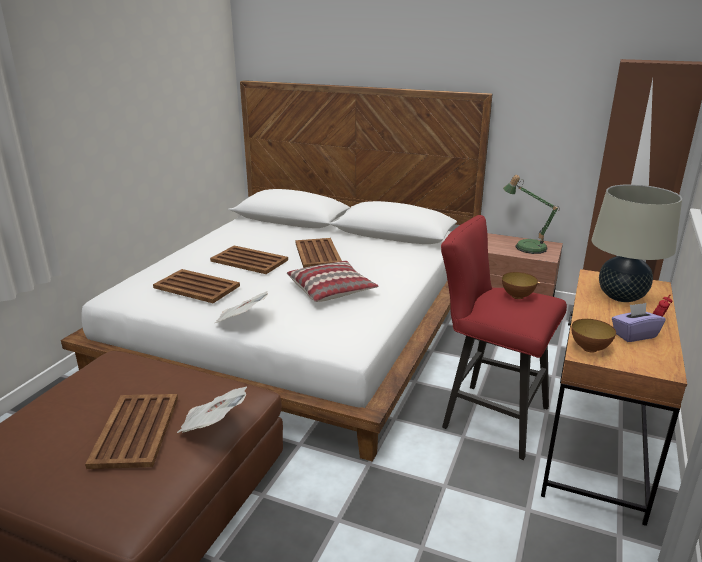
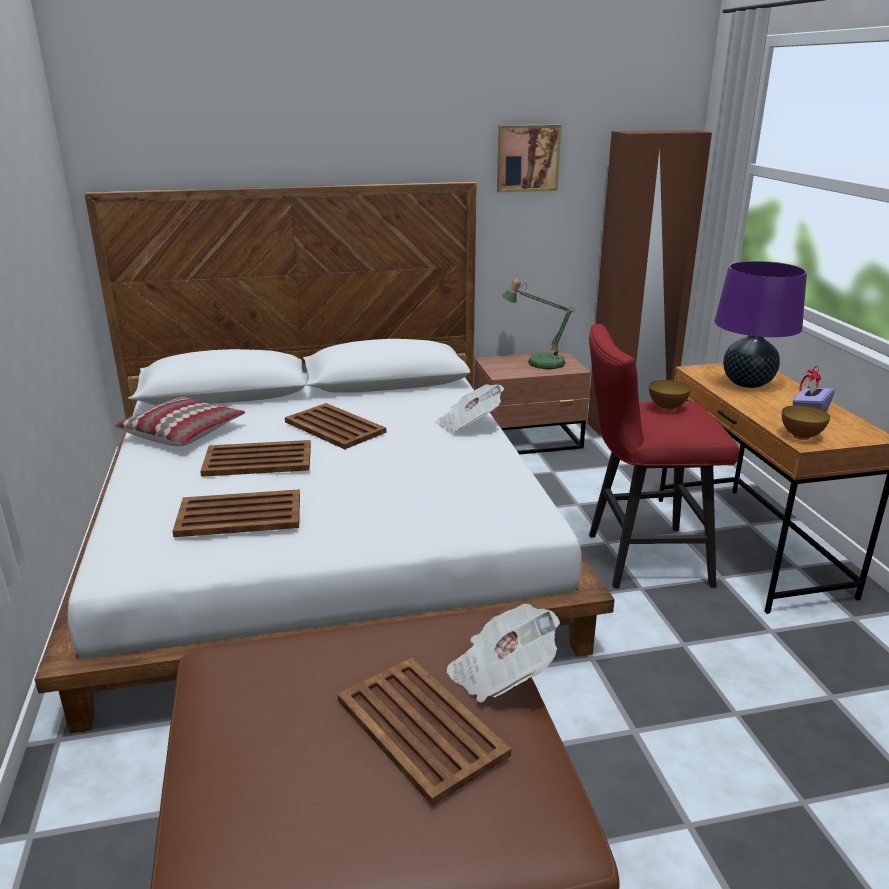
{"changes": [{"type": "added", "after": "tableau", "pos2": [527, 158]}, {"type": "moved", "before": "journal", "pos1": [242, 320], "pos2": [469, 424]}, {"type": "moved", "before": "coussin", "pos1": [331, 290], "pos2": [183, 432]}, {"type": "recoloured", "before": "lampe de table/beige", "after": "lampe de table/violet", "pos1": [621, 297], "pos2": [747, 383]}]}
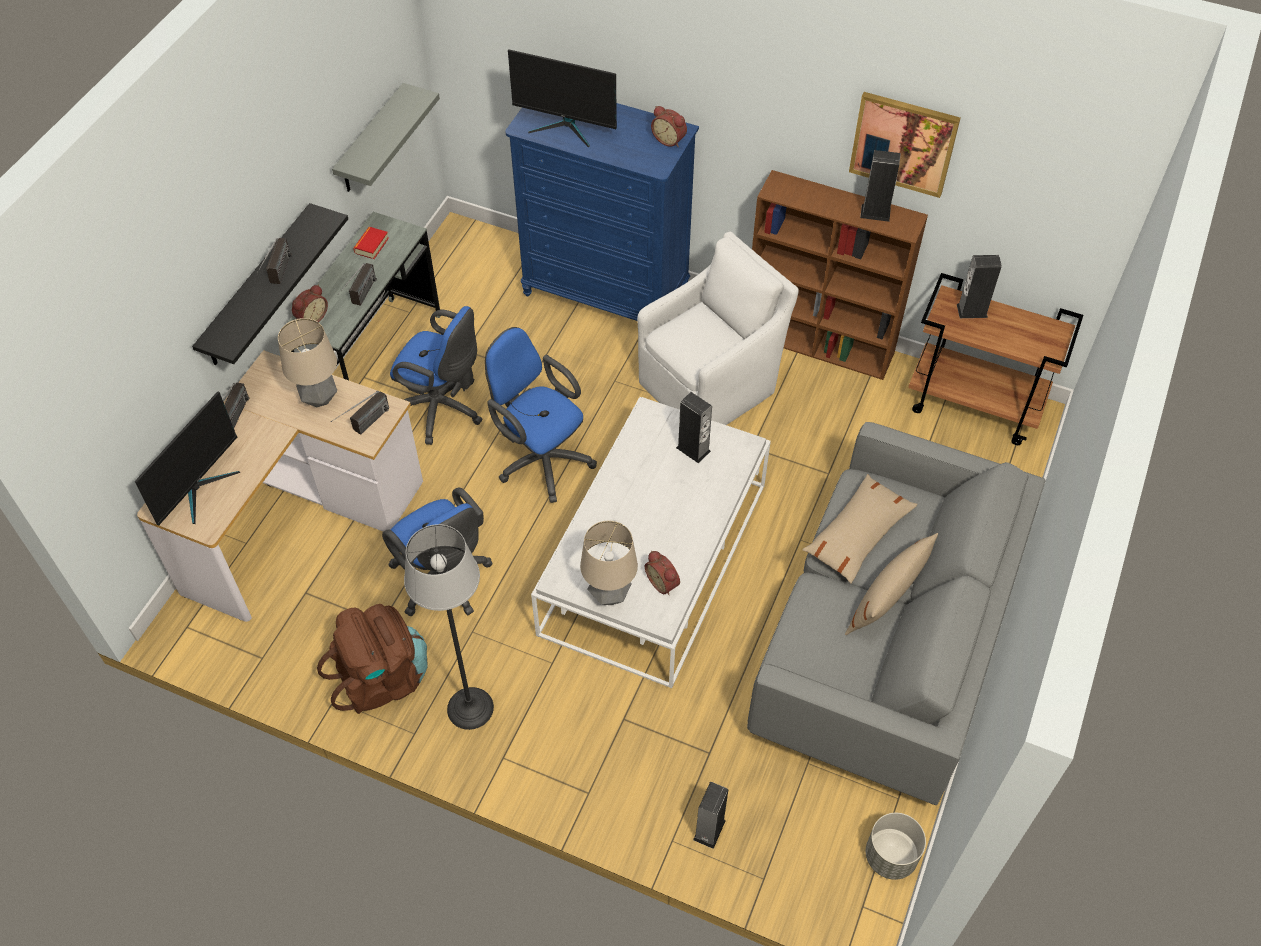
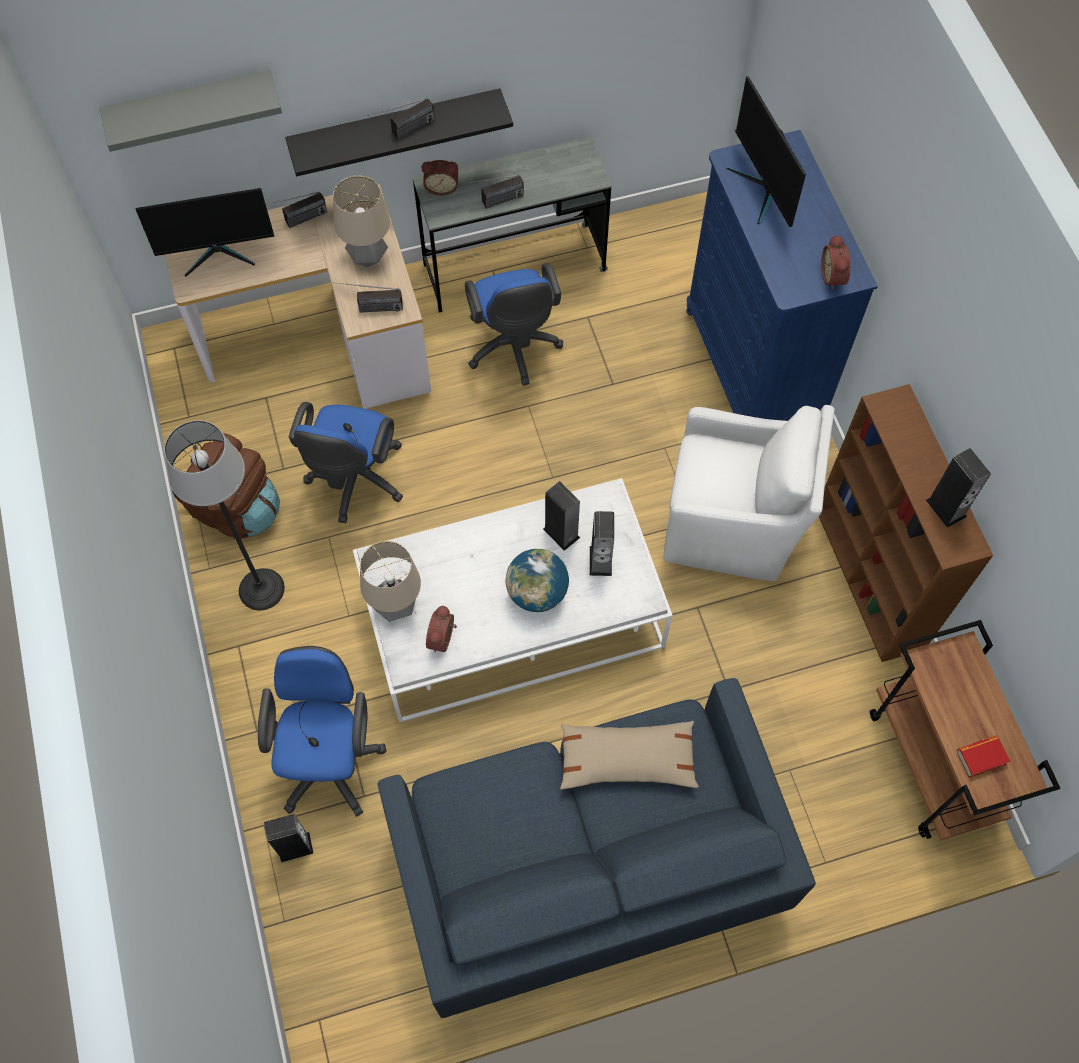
{"changes": [{"type": "removed", "before": "coussin/beige", "pos1": [887, 598]}, {"type": "removed", "before": "tableau", "pos1": [903, 143]}, {"type": "removed", "before": "cache-pot/gris", "pos1": [890, 857]}, {"type": "added", "after": "globe", "pos2": [537, 593]}, {"type": "moved", "before": "étagère/gris", "pos1": [371, 141], "pos2": [191, 106]}, {"type": "moved", "before": "livre", "pos1": [371, 245], "pos2": [981, 757]}, {"type": "moved", "before": "chaise de bureau/bleu", "pos1": [541, 459], "pos2": [330, 758]}, {"type": "moved", "before": "enceinte", "pos1": [972, 311], "pos2": [561, 533]}, {"type": "recoloured", "before": "canapé/gris", "after": "canapé/bleu", "pos1": [882, 644], "pos2": [586, 863]}]}
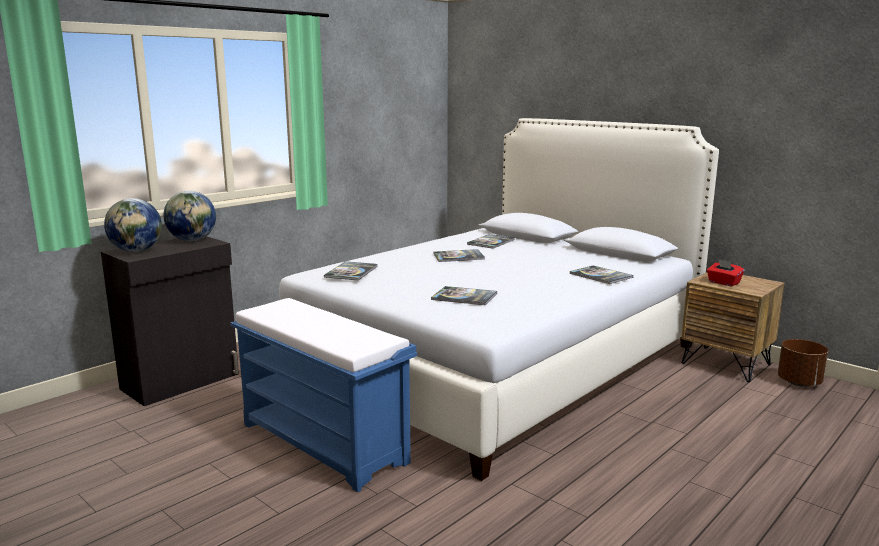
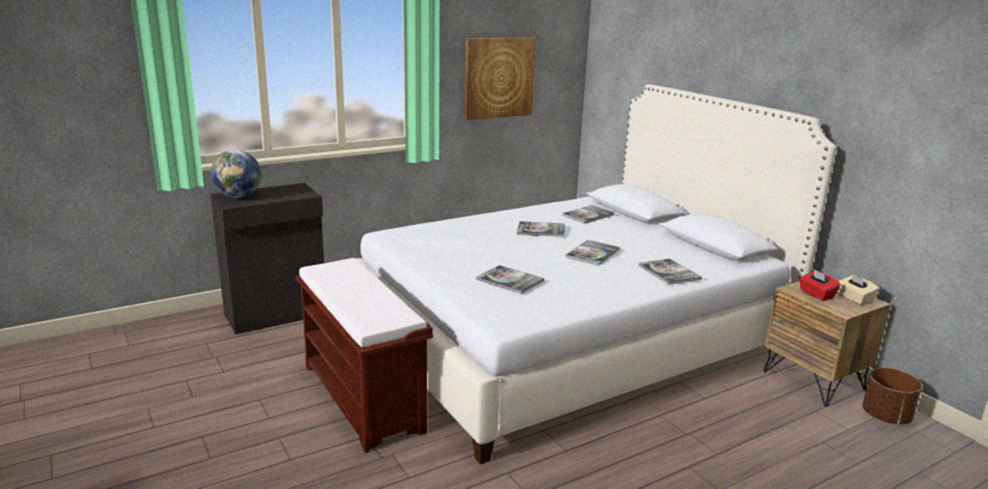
{"changes": [{"type": "removed", "before": "globe", "pos1": [192, 240]}, {"type": "added", "after": "tableau", "pos2": [498, 77]}, {"type": "added", "after": "boîte à mouchoirs/beige", "pos2": [854, 299]}, {"type": "moved", "before": "livre", "pos1": [351, 272], "pos2": [593, 253]}, {"type": "recoloured", "before": "banc/bleu", "after": "banc/marron", "pos1": [325, 443], "pos2": [364, 398]}]}
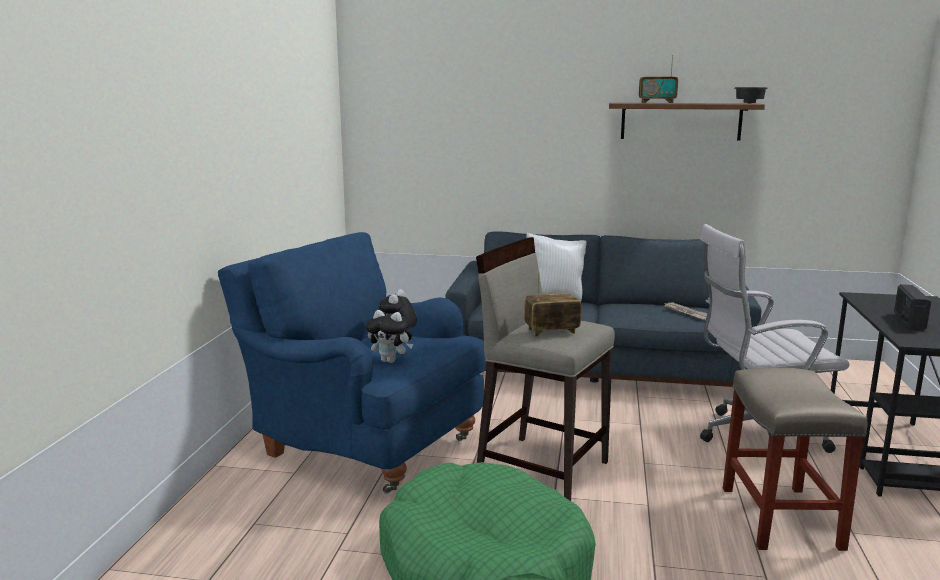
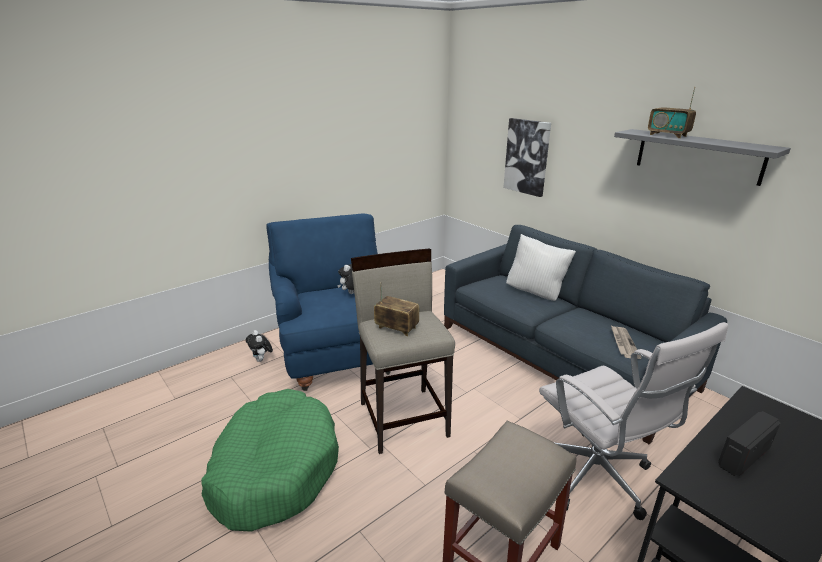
{"changes": [{"type": "removed", "before": "bol/noir", "pos1": [750, 103]}, {"type": "added", "after": "tableau", "pos2": [527, 157]}, {"type": "moved", "before": "peluche", "pos1": [390, 361], "pos2": [261, 360]}, {"type": "recoloured", "before": "étagère/marron", "after": "étagère/gris", "pos1": [681, 121], "pos2": [698, 156]}, {"type": "turned", "before": "chaise de bureau/blanc", "pos1": [755, 438], "pos2": [597, 479], "turn": -150}]}
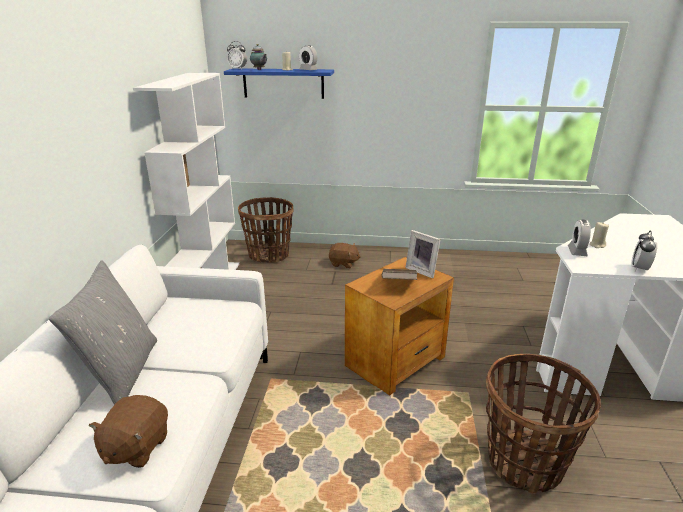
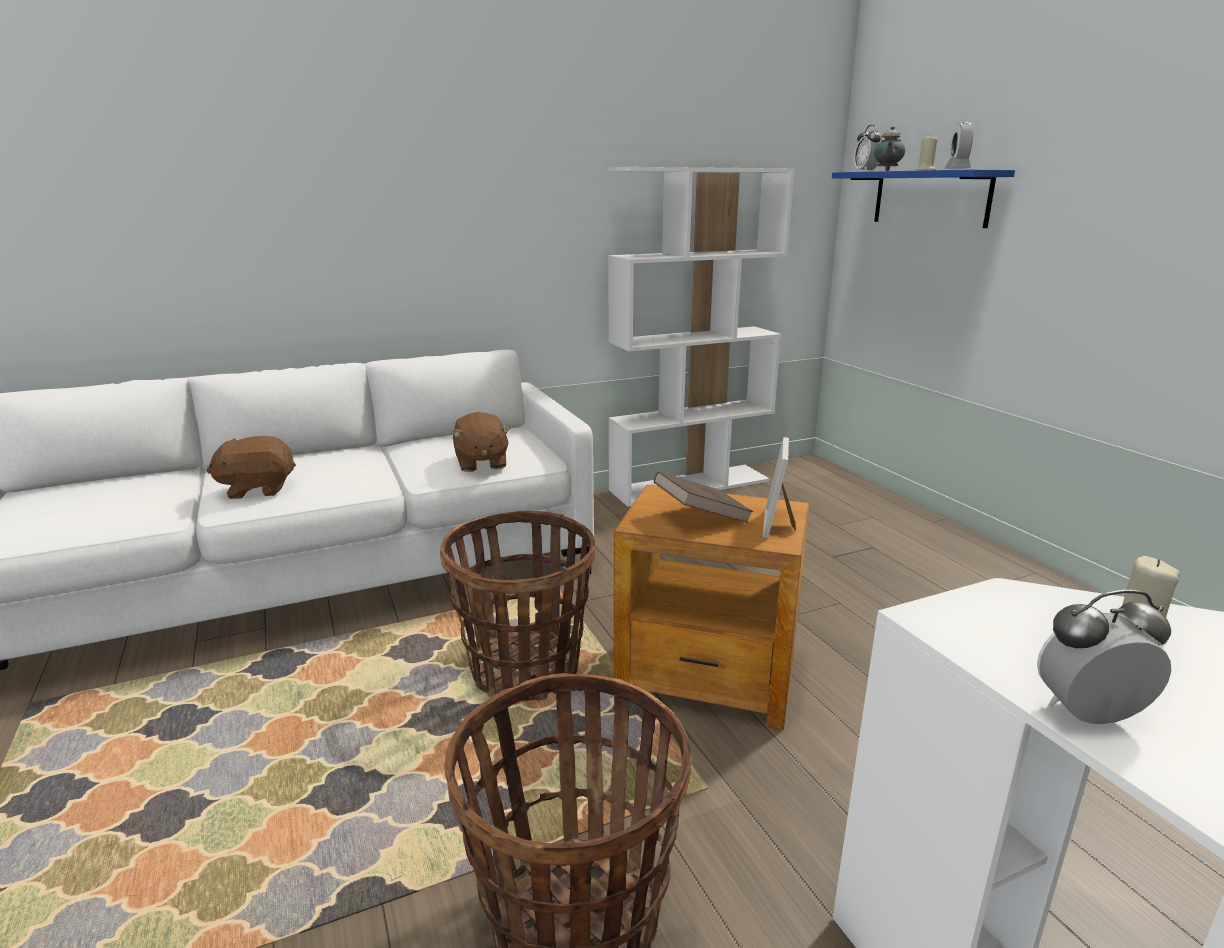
{"changes": [{"type": "removed", "before": "coussin/gris", "pos1": [122, 373]}, {"type": "removed", "before": "réveil", "pos1": [577, 251]}, {"type": "moved", "before": "panier", "pos1": [269, 255], "pos2": [525, 669]}, {"type": "moved", "before": "peluche/marron", "pos1": [343, 264], "pos2": [481, 463]}]}
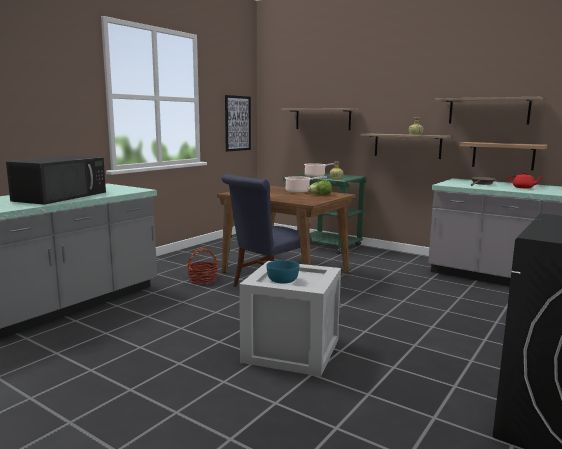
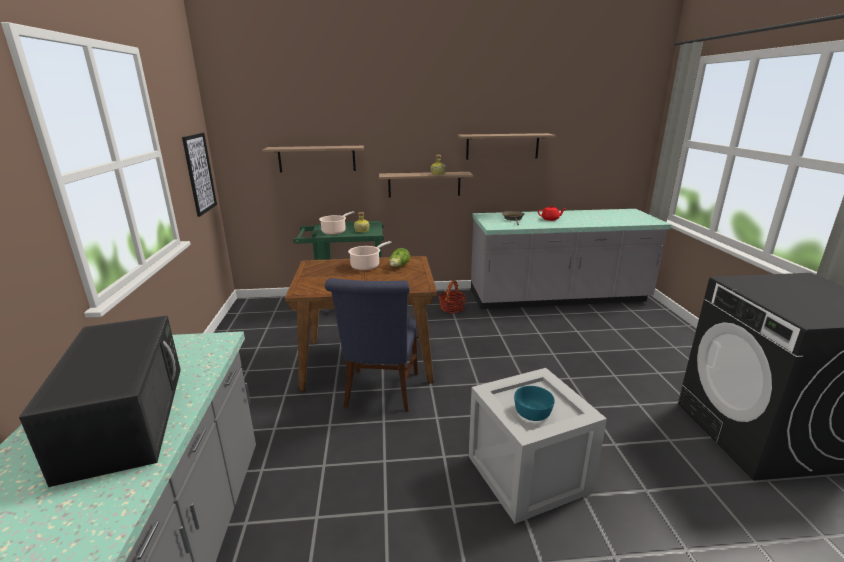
{"changes": [{"type": "removed", "before": "étagère", "pos1": [503, 155]}, {"type": "moved", "before": "panier", "pos1": [203, 280], "pos2": [452, 308]}]}
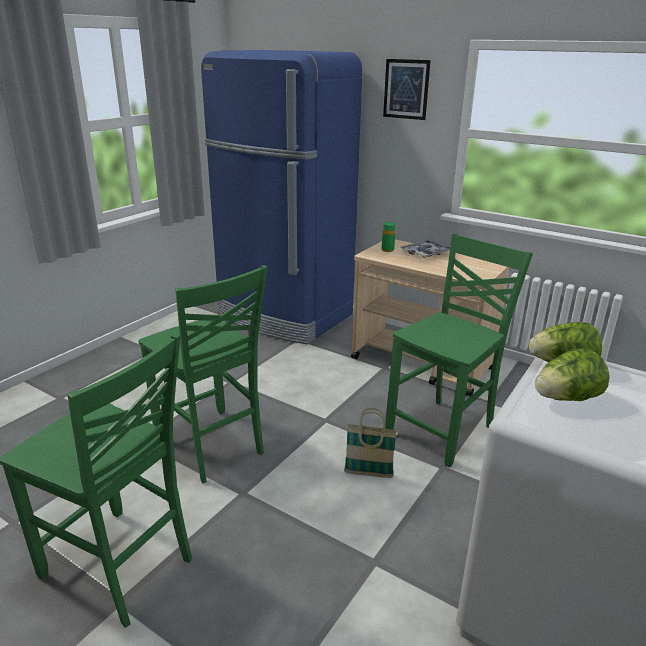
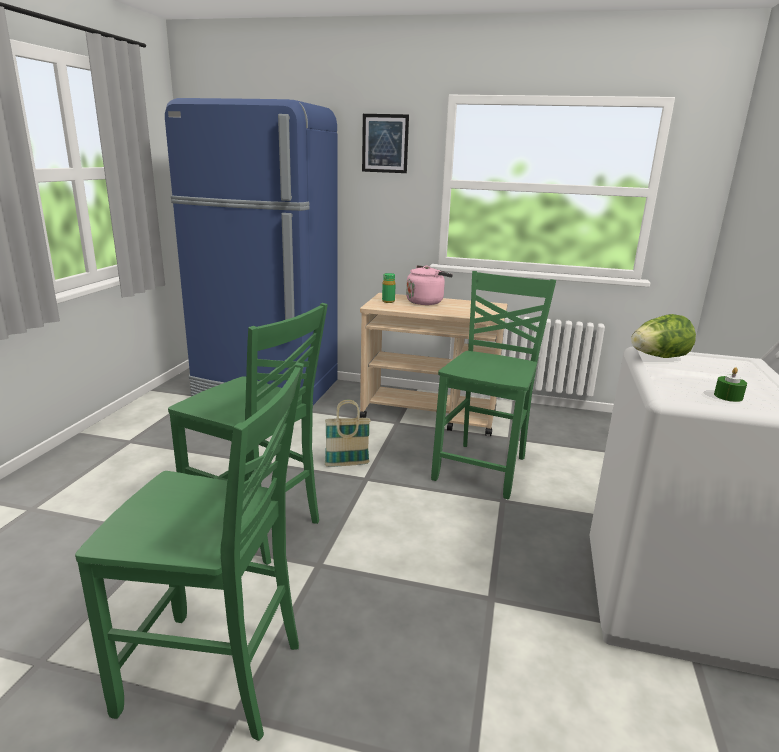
{"changes": [{"type": "removed", "before": "laitue", "pos1": [566, 399]}, {"type": "added", "after": "bougie/vert", "pos2": [728, 396]}, {"type": "moved", "before": "panier", "pos1": [368, 473], "pos2": [347, 464]}, {"type": "replaced", "before": "plateau", "after": "bouilloire/rose", "pos1": [425, 253], "pos2": [426, 302]}]}
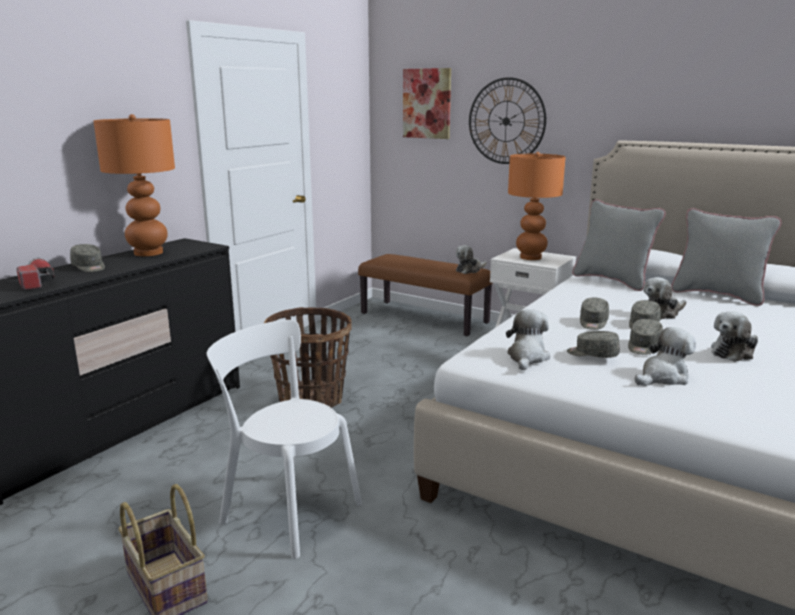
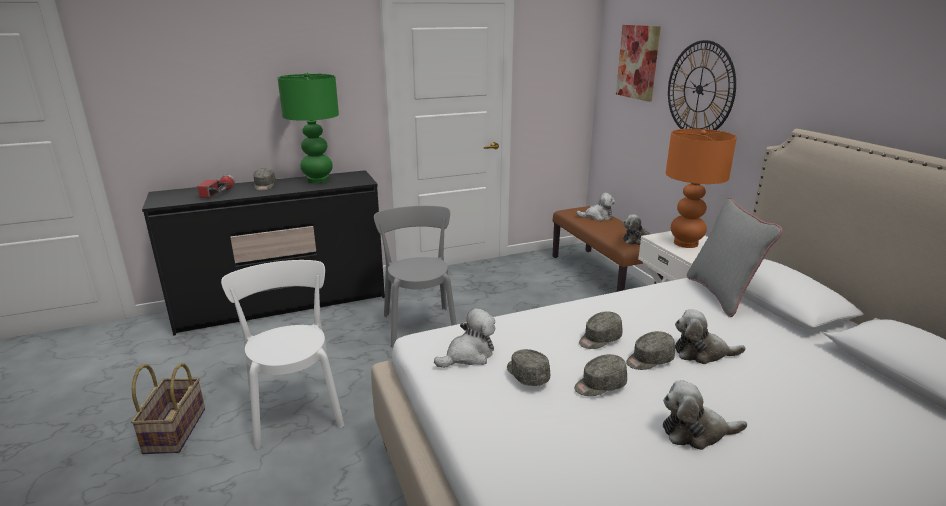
{"changes": [{"type": "removed", "before": "coussin/gris", "pos1": [717, 295]}, {"type": "moved", "before": "peluche", "pos1": [663, 377], "pos2": [597, 216]}, {"type": "replaced", "before": "panier", "after": "chaise/gris", "pos1": [311, 398], "pos2": [419, 324]}, {"type": "recoloured", "before": "lampe de table/orange", "after": "lampe de table/vert", "pos1": [148, 253], "pos2": [318, 180]}]}
